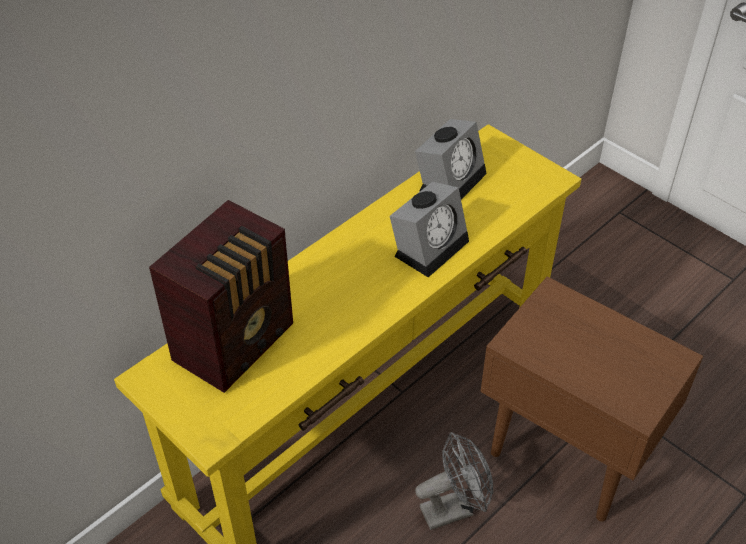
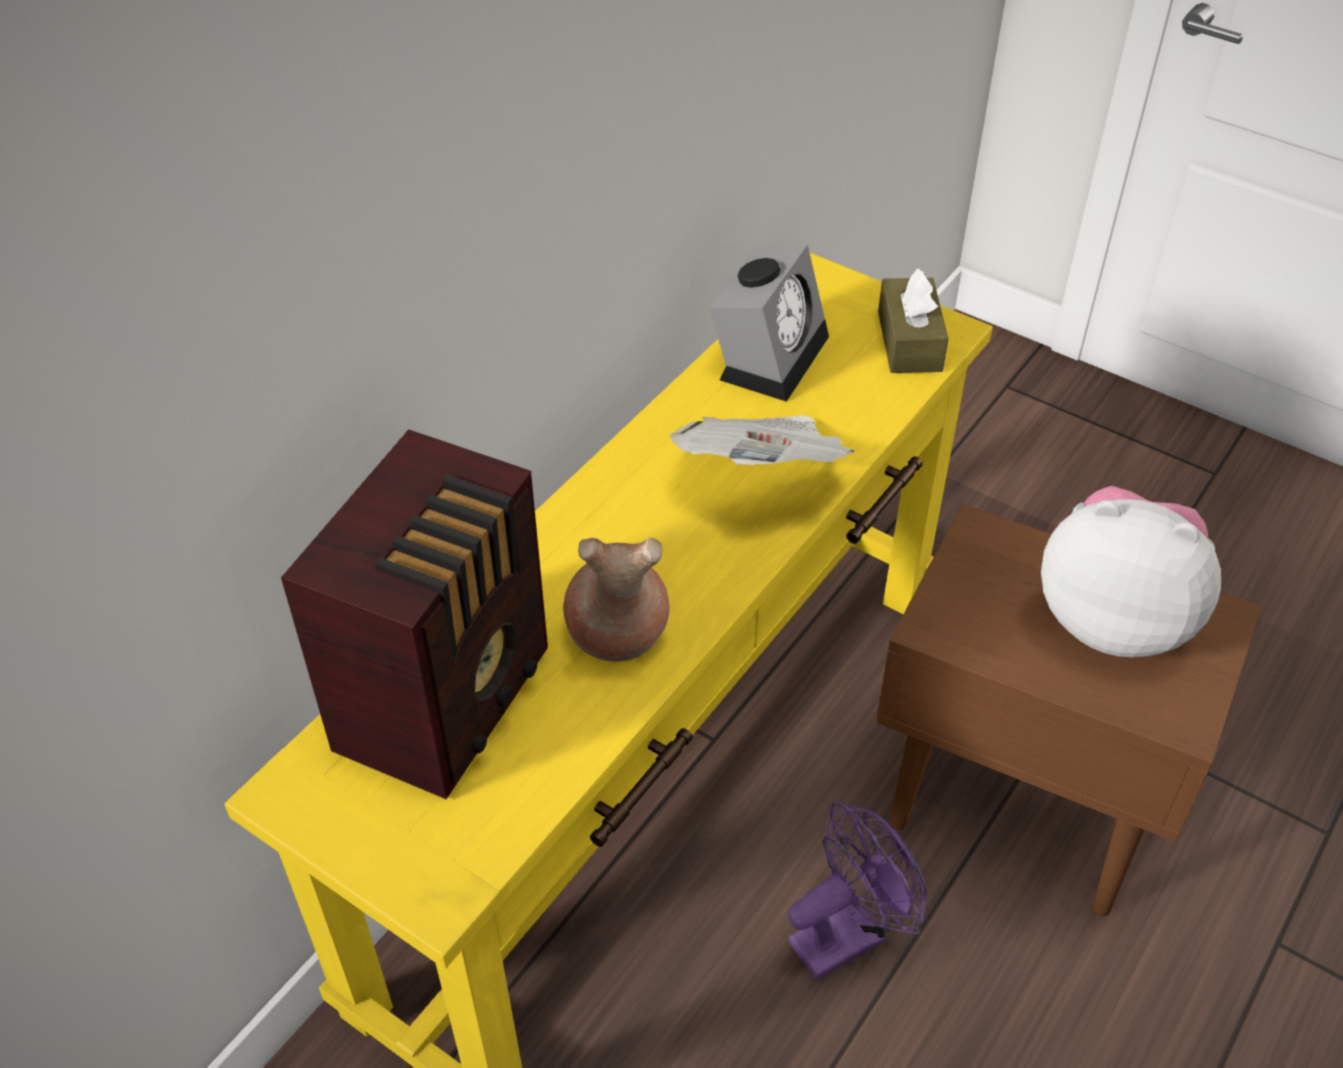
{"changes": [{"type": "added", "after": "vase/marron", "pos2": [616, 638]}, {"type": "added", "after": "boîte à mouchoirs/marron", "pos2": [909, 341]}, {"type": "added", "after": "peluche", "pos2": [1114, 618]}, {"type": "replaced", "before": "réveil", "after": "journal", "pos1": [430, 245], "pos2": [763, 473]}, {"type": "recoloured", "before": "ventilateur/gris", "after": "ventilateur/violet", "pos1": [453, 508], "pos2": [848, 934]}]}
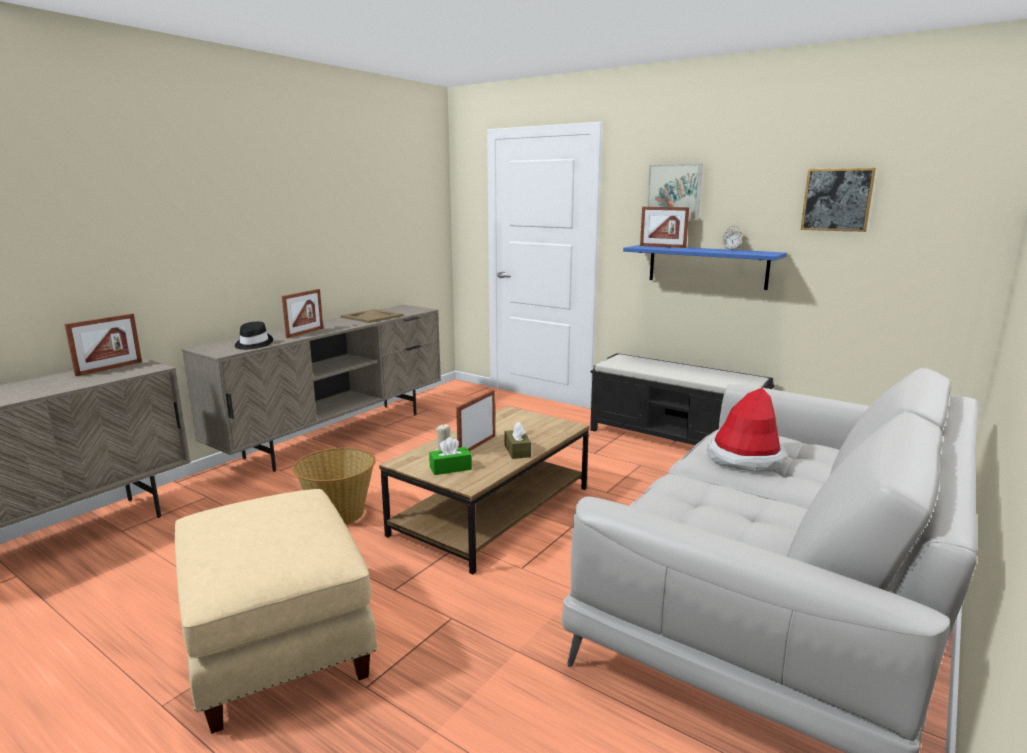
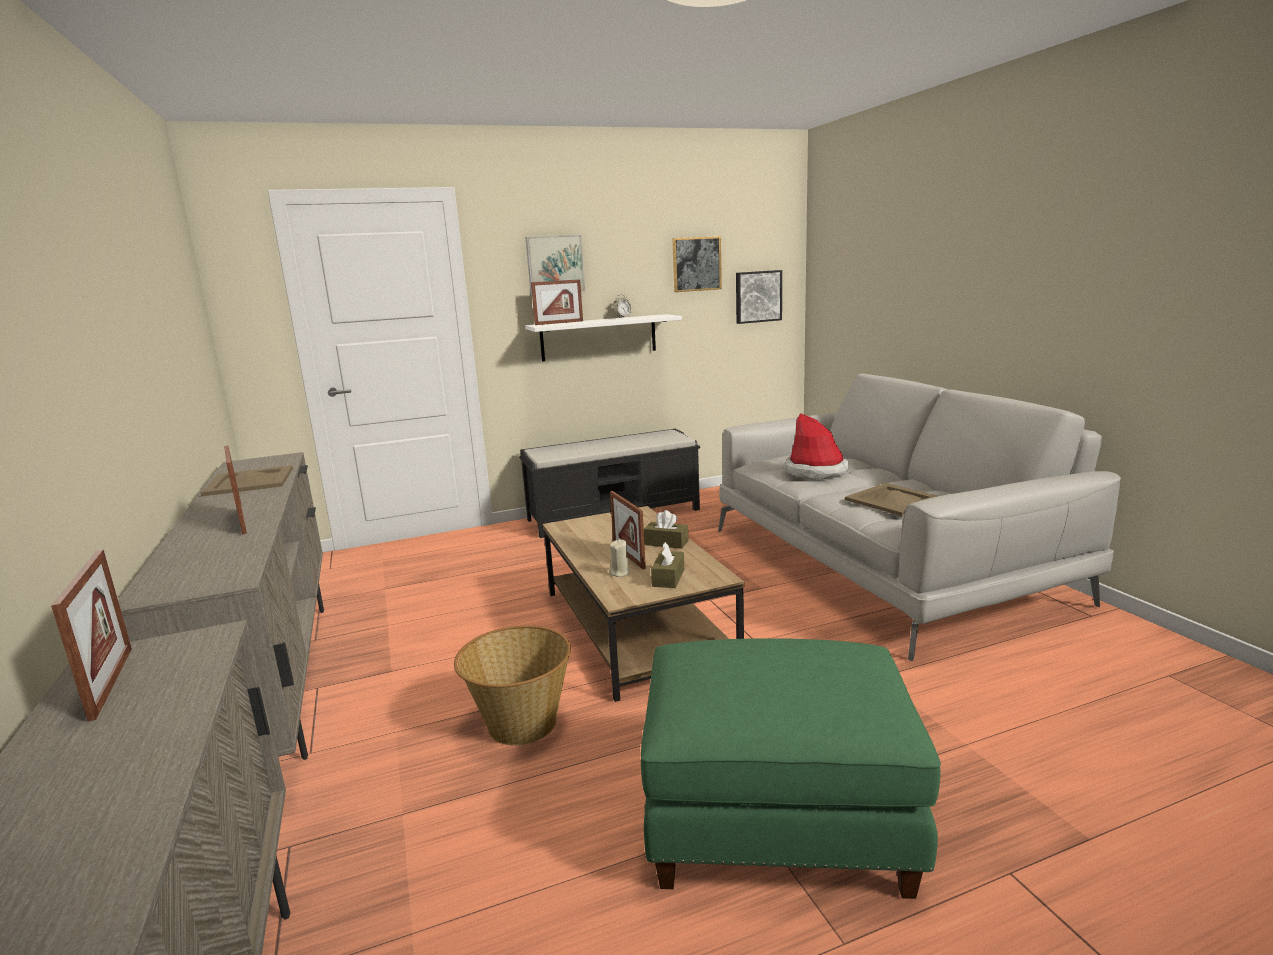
{"changes": [{"type": "removed", "before": "chapeau/noir", "pos1": [253, 344]}, {"type": "added", "after": "tableau", "pos2": [757, 296]}, {"type": "added", "after": "plateau/beige", "pos2": [893, 500]}, {"type": "recoloured", "before": "pouf/beige", "after": "pouf/vert", "pos1": [275, 644], "pos2": [775, 823]}, {"type": "recoloured", "before": "boîte à mouchoirs/vert", "after": "boîte à mouchoirs/marron", "pos1": [450, 468], "pos2": [668, 578]}, {"type": "recoloured", "before": "étagère/bleu", "after": "étagère/blanc", "pos1": [707, 266], "pos2": [599, 337]}]}
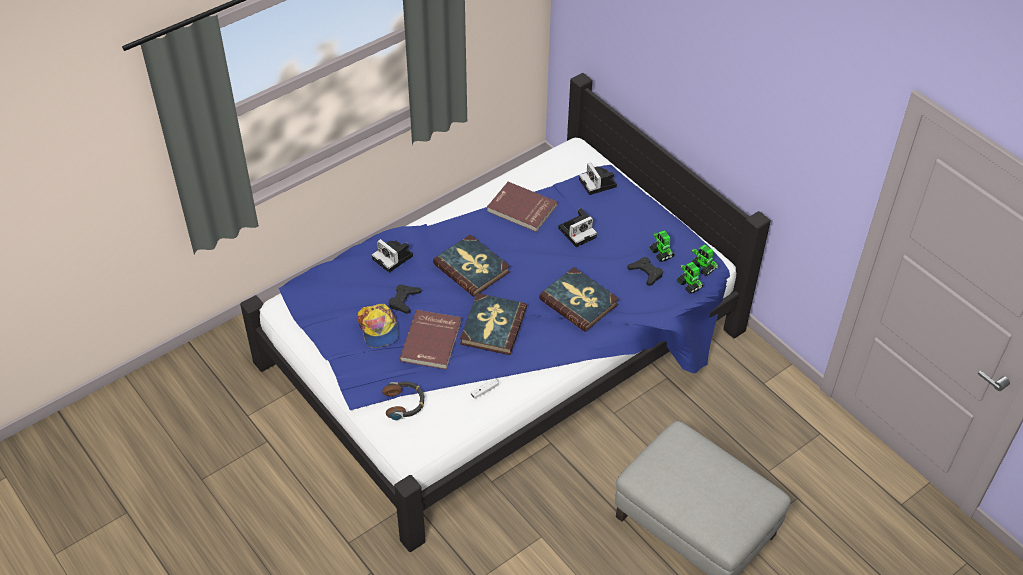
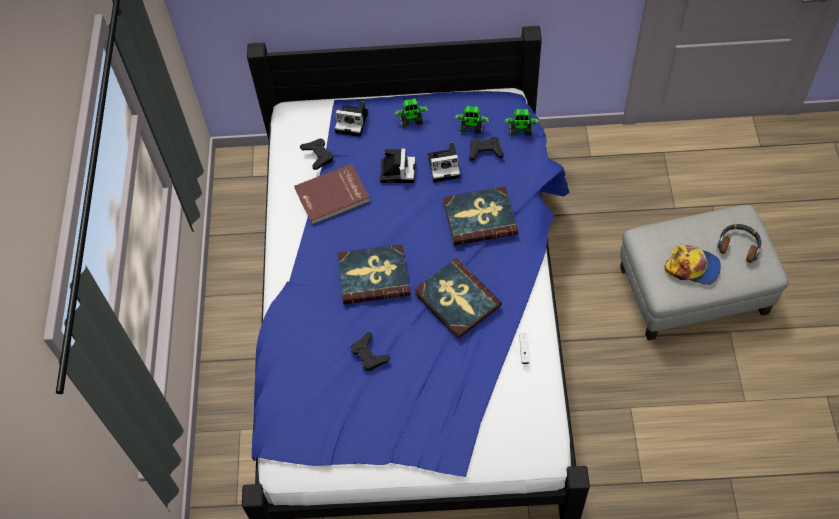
{"changes": [{"type": "removed", "before": "livre/rouge", "pos1": [432, 341]}, {"type": "added", "after": "manette/noir", "pos2": [318, 155]}, {"type": "moved", "before": "casquette", "pos1": [378, 329], "pos2": [692, 267]}, {"type": "moved", "before": "appareil photo", "pos1": [394, 258], "pos2": [445, 166]}, {"type": "moved", "before": "casque audio", "pos1": [404, 403], "pos2": [739, 245]}, {"type": "moved", "before": "robot jouet", "pos1": [703, 268], "pos2": [412, 120]}]}
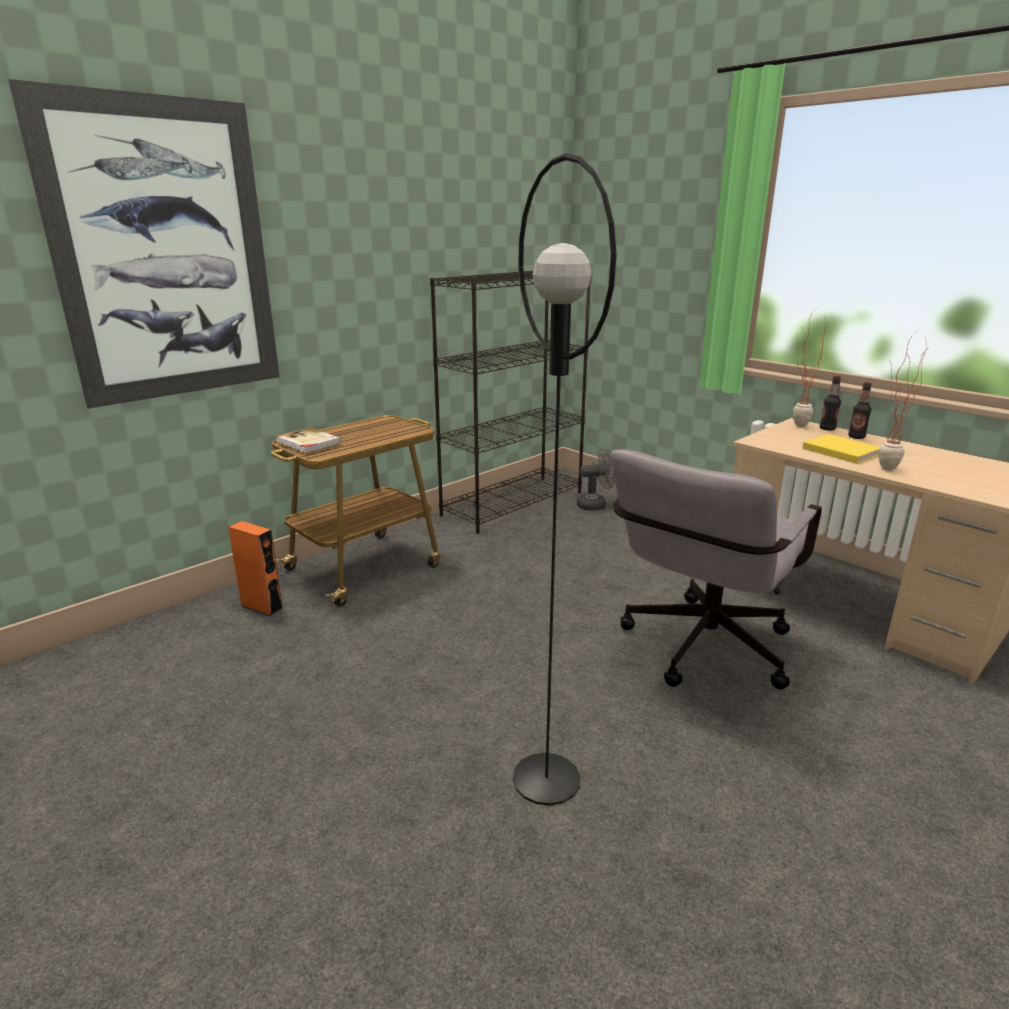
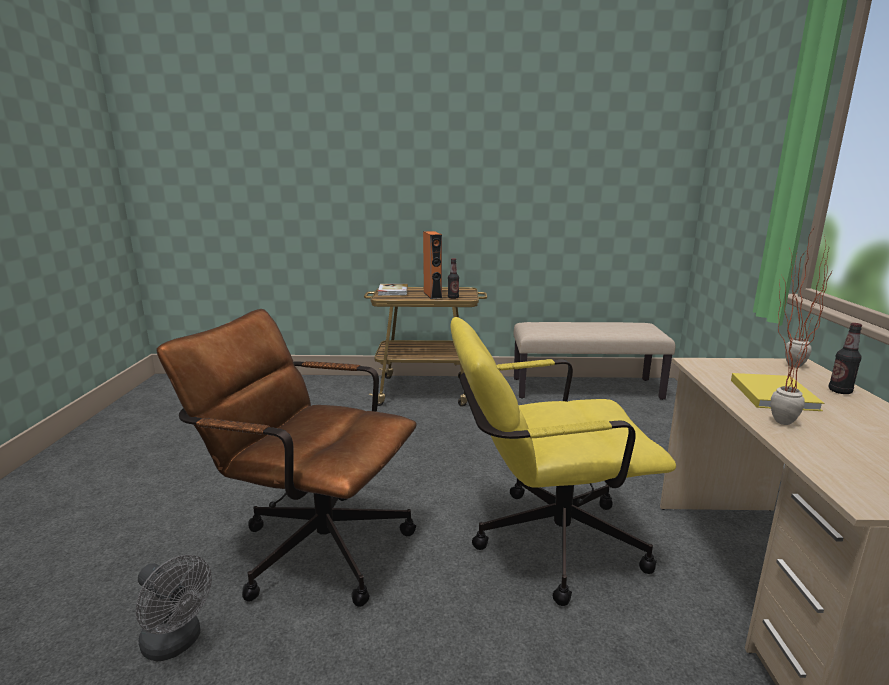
{"changes": [{"type": "removed", "before": "tableau", "pos1": [166, 253]}, {"type": "moved", "before": "enceinte/orange", "pos1": [262, 606], "pos2": [432, 295]}, {"type": "moved", "before": "ventilateur/gris", "pos1": [596, 505], "pos2": [177, 643]}, {"type": "moved", "before": "bouteille", "pos1": [827, 429], "pos2": [453, 297]}, {"type": "replaced", "before": "bibliothèque/noir", "after": "banc/beige", "pos1": [513, 503], "pos2": [586, 388]}, {"type": "replaced", "before": "lampadaire/noir", "after": "chaise de bureau/marron", "pos1": [545, 778], "pos2": [311, 544]}, {"type": "recoloured", "before": "chaise de bureau/gris", "after": "chaise de bureau/jaune", "pos1": [699, 652], "pos2": [543, 542]}]}
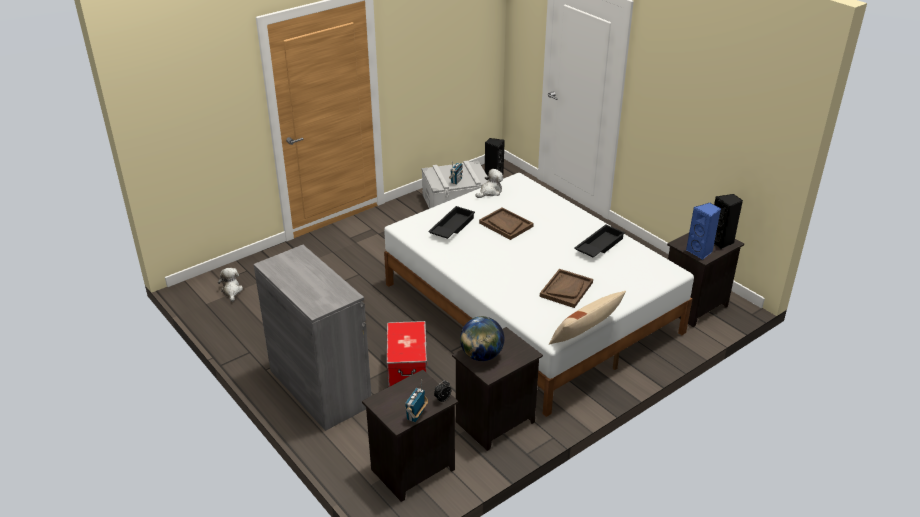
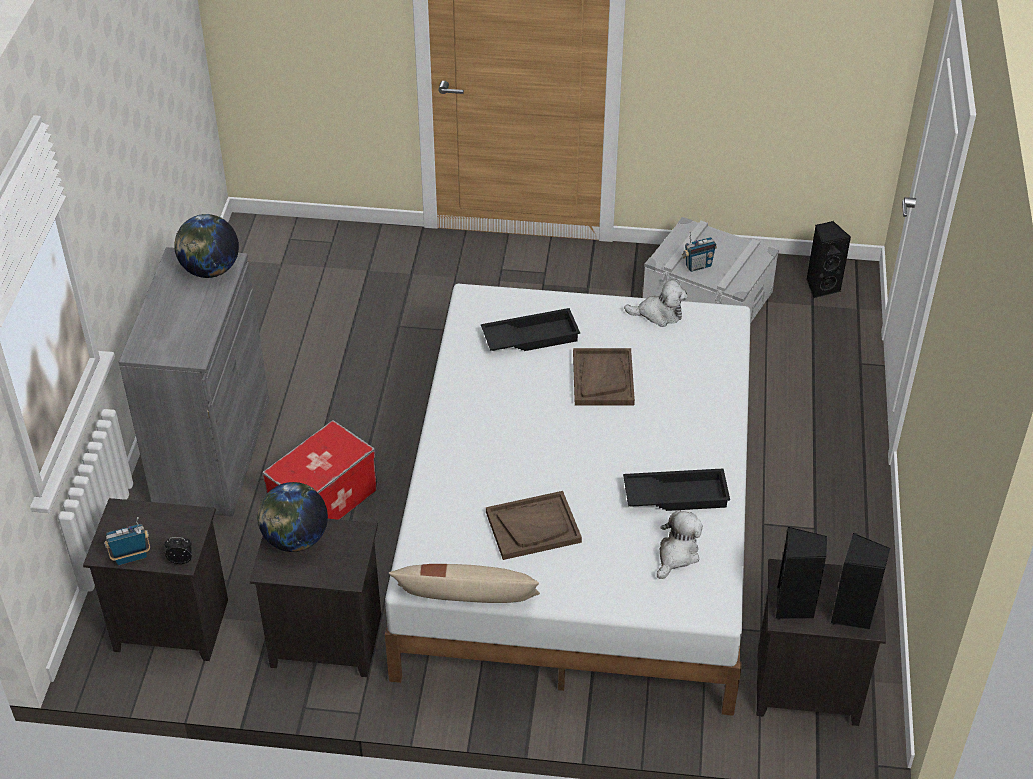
{"changes": [{"type": "added", "after": "globe", "pos2": [210, 270]}, {"type": "moved", "before": "peluche", "pos1": [231, 291], "pos2": [677, 554]}, {"type": "recoloured", "before": "enceinte/bleu", "after": "enceinte/noir", "pos1": [700, 252], "pos2": [794, 606]}]}
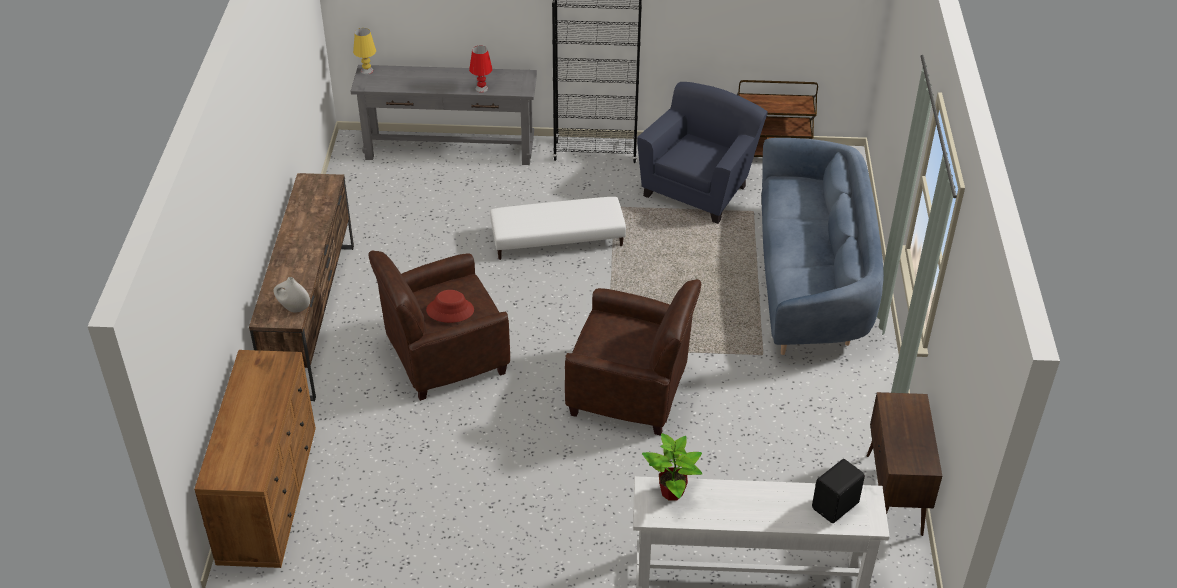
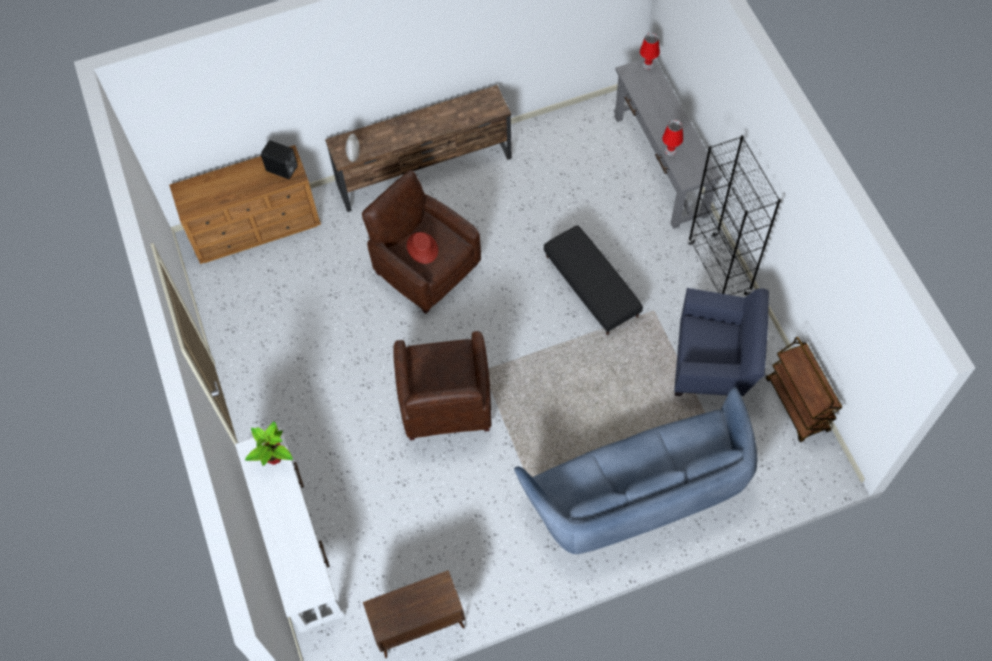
{"changes": [{"type": "moved", "before": "enceinte/noir", "pos1": [836, 506], "pos2": [282, 169]}, {"type": "recoloured", "before": "lampe de table/jaune", "after": "lampe de table/rouge", "pos1": [366, 70], "pos2": [647, 64]}, {"type": "recoloured", "before": "pouf/blanc", "after": "pouf/noir", "pos1": [557, 239], "pos2": [591, 286]}]}
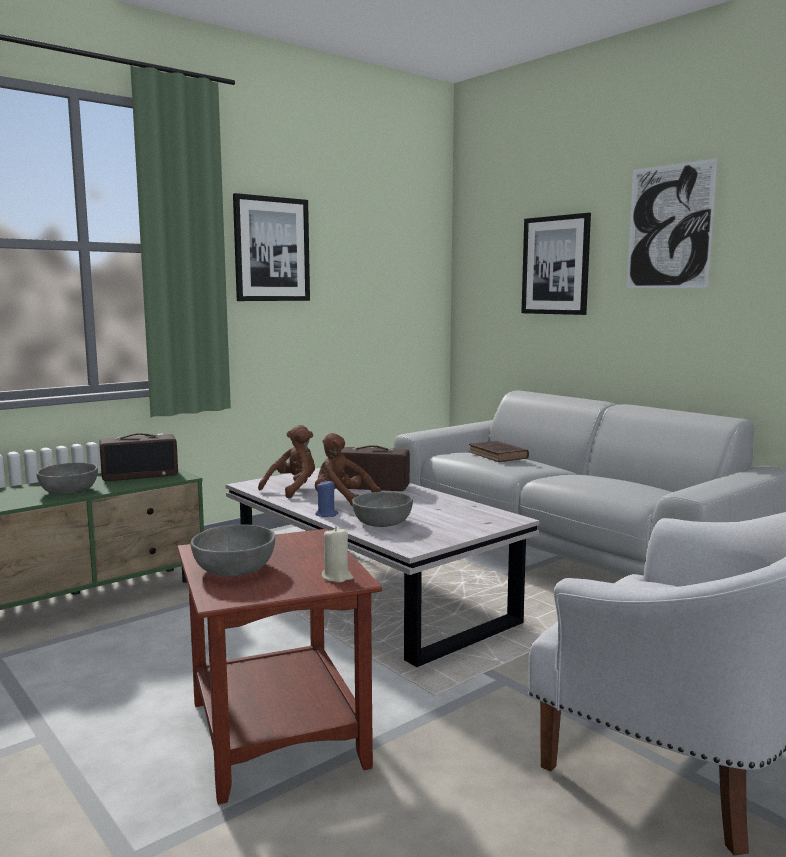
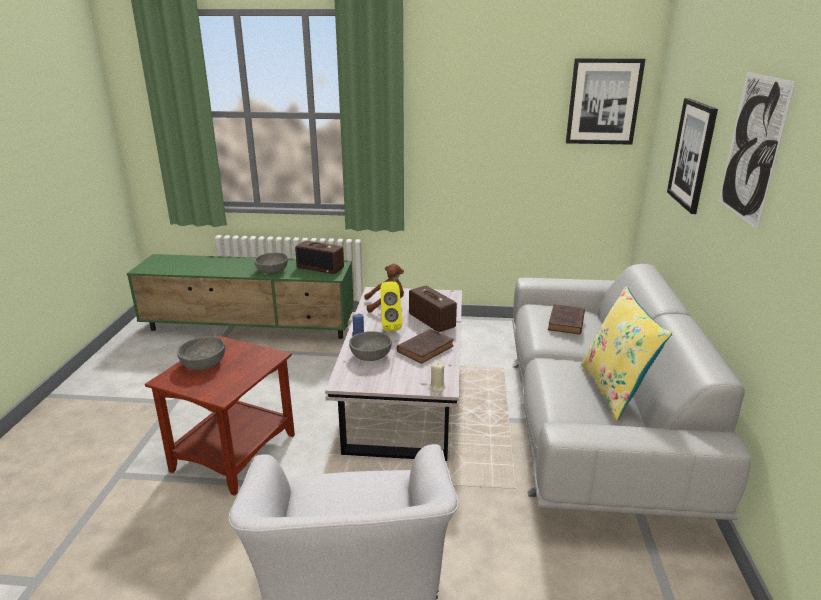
{"changes": [{"type": "added", "after": "livre/marron", "pos2": [426, 348]}, {"type": "added", "after": "coussin/jaune", "pos2": [614, 390]}, {"type": "moved", "before": "tableau", "pos1": [271, 249], "pos2": [603, 102]}, {"type": "moved", "before": "bougie/beige", "pos1": [337, 577], "pos2": [437, 387]}, {"type": "replaced", "before": "peluche/marron", "after": "enceinte/jaune", "pos1": [342, 500], "pos2": [390, 326]}]}
